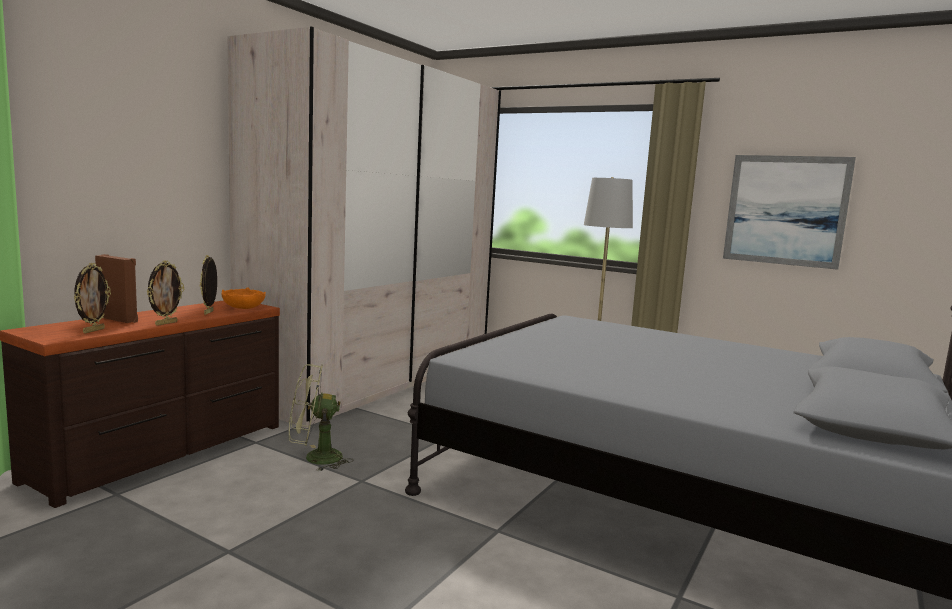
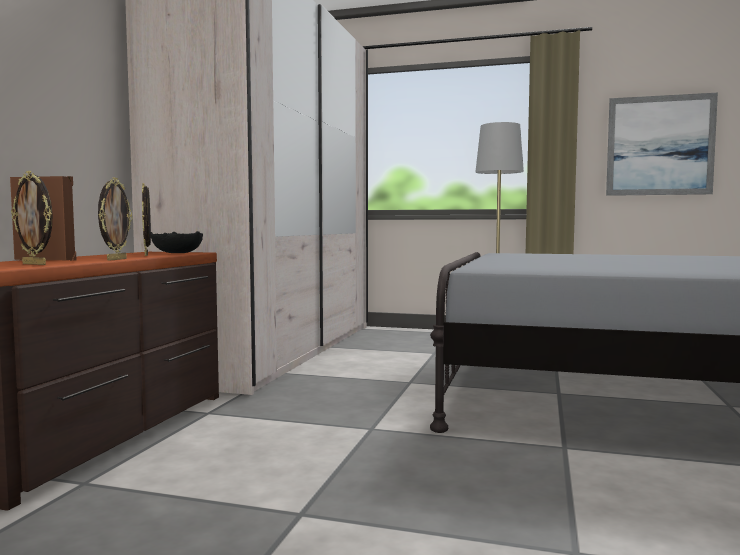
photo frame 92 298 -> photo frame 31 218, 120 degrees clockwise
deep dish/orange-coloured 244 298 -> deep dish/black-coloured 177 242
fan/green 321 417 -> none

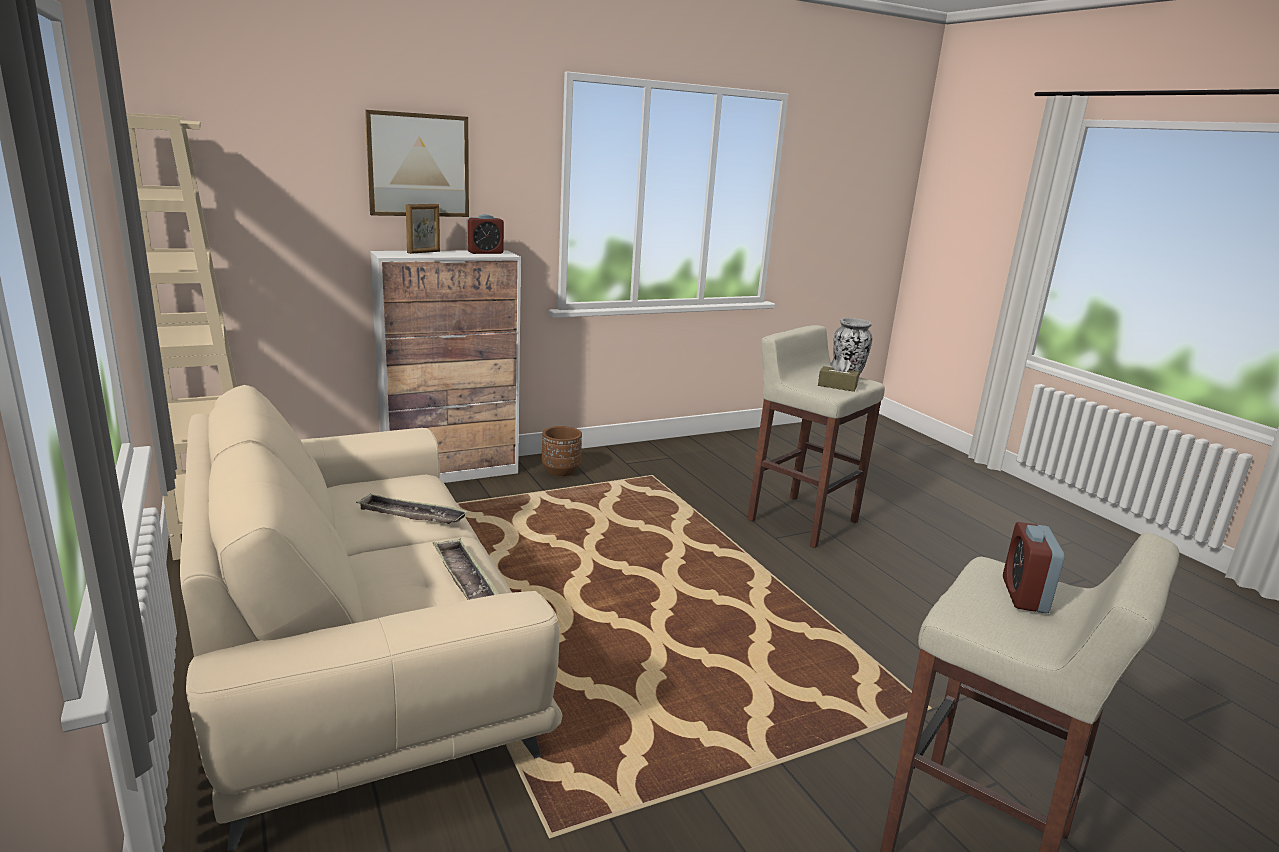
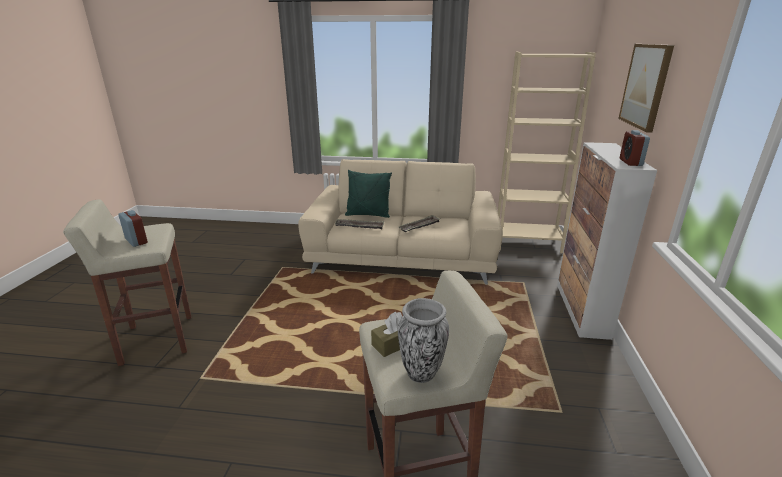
photo frame 423 229 -> none
planter/brown 562 451 -> none
none -> pillow/green 368 194

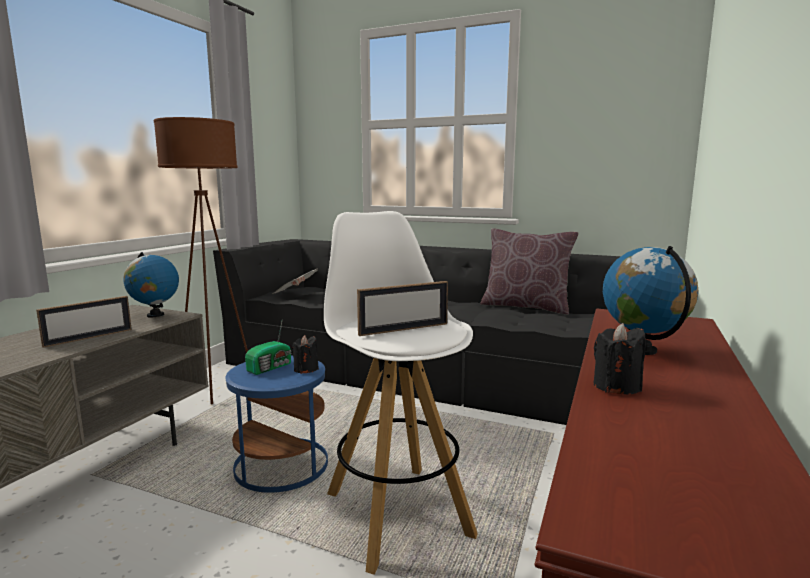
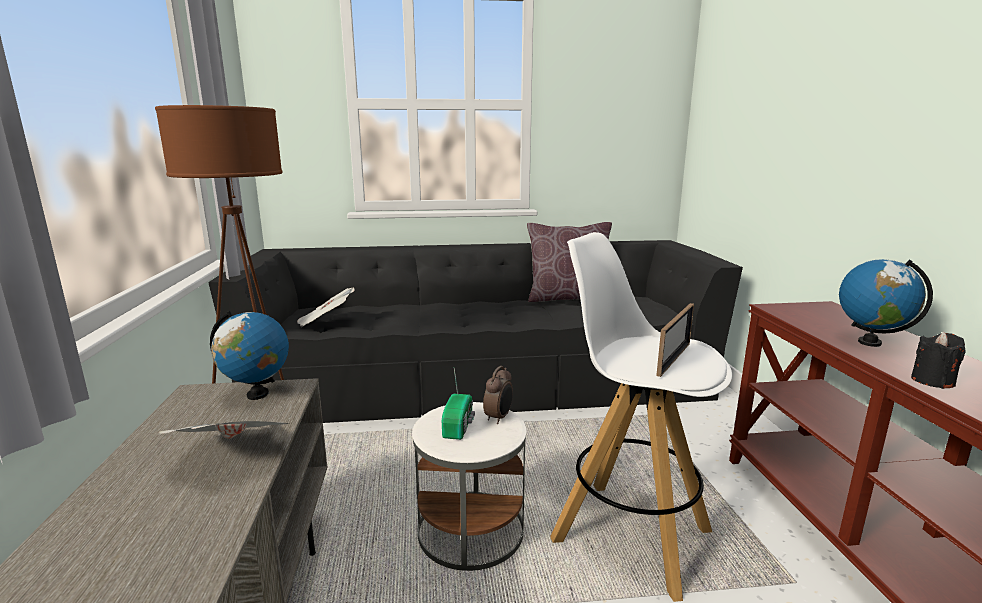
photo frame 84 322 -> printed paper 223 430
candle/black-coloured 305 354 -> table clock 498 395
side table/bluish 276 424 -> side table/white-coloured 469 486

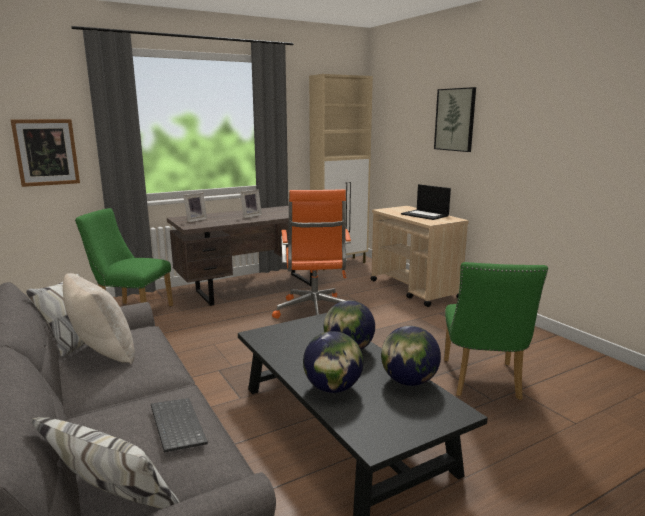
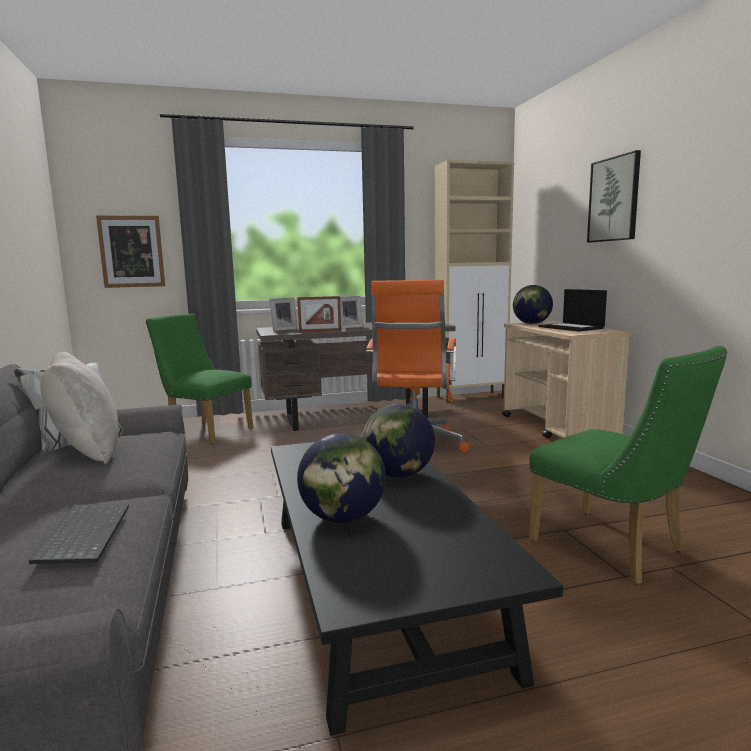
chair/green 496 331 -> chair/green 628 465, 60 degrees counterclockwise
desk globe 411 356 -> desk globe 533 304, relocated
none -> photo frame 319 314

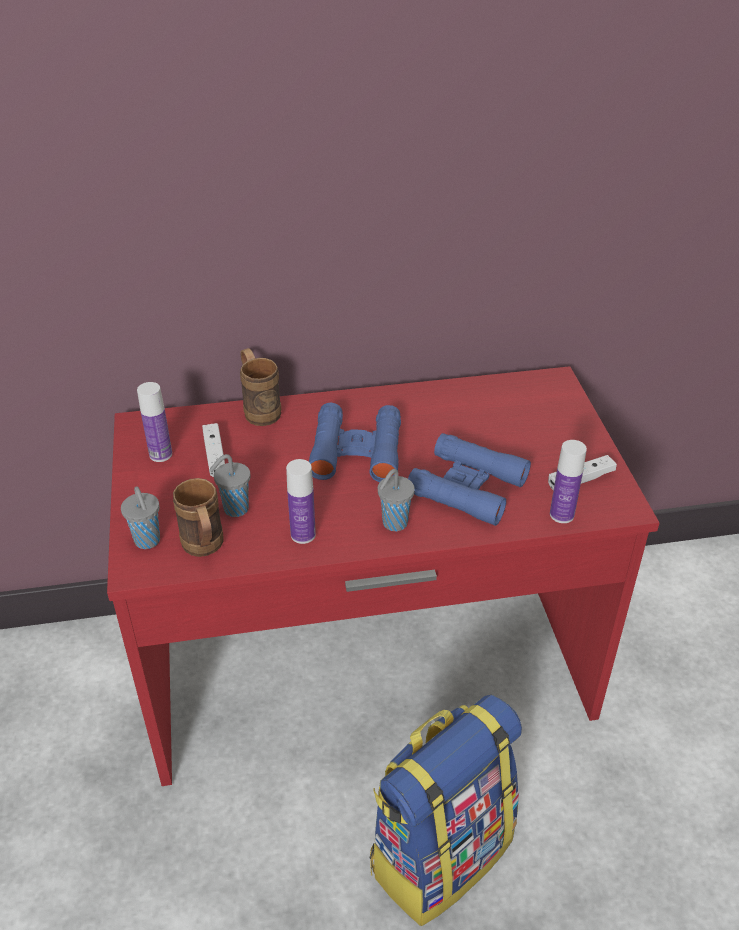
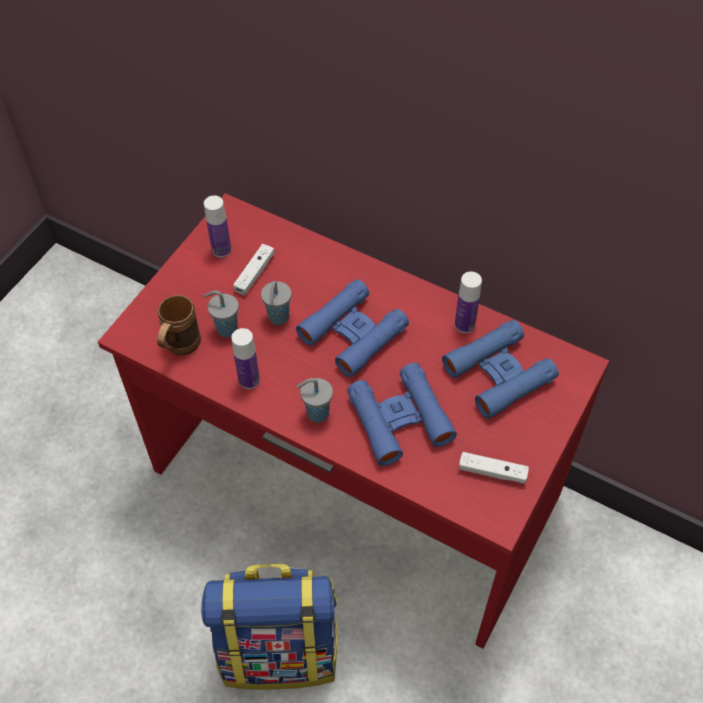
mug/brown 260 387 -> none
beverage bottle 568 481 -> beverage bottle 468 302, relocated
drinking cup/gray 140 517 -> drinking cup/gray 276 303, relocated
none -> pair of binoculars/bluish 500 369

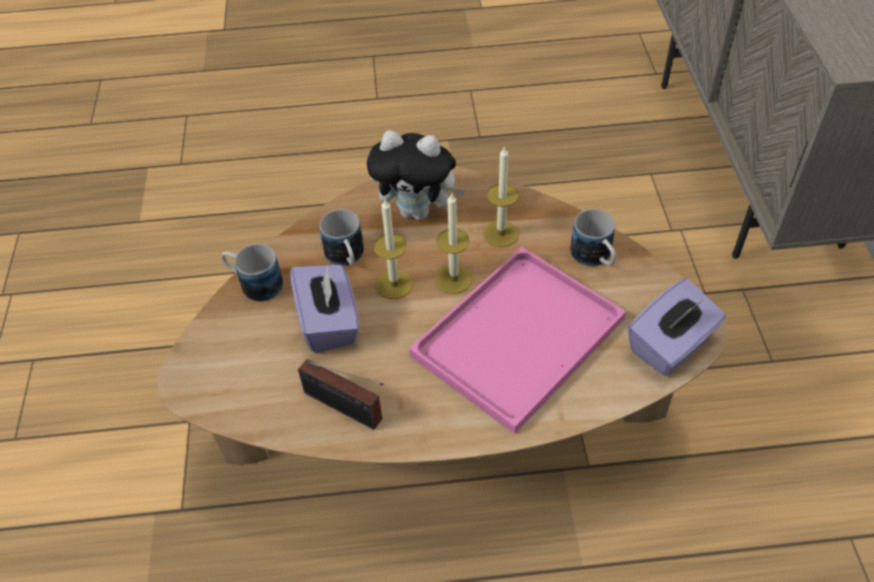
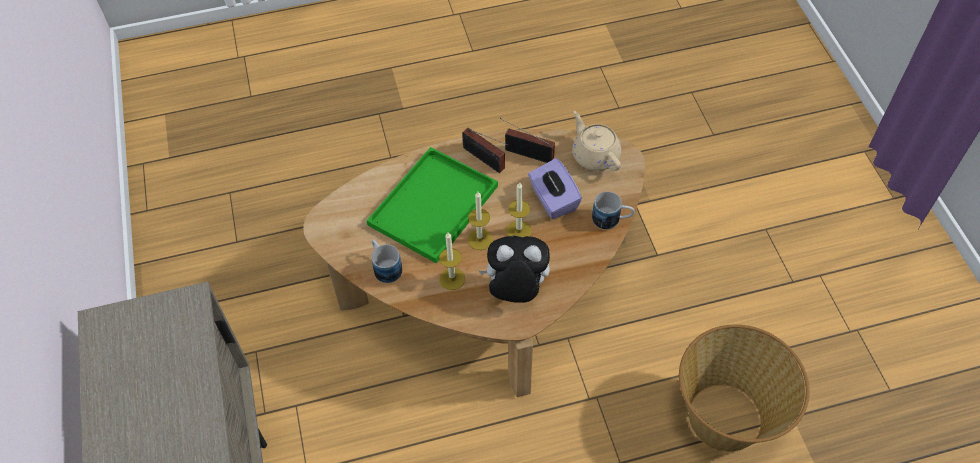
mug 342 237 -> none
carrying tray/pink 517 340 -> carrying tray/green 432 205
box of tissues/purplish 677 327 -> none
none -> tea pot/sand-coloured 596 141
none -> radio 485 150
none -> basket 744 388

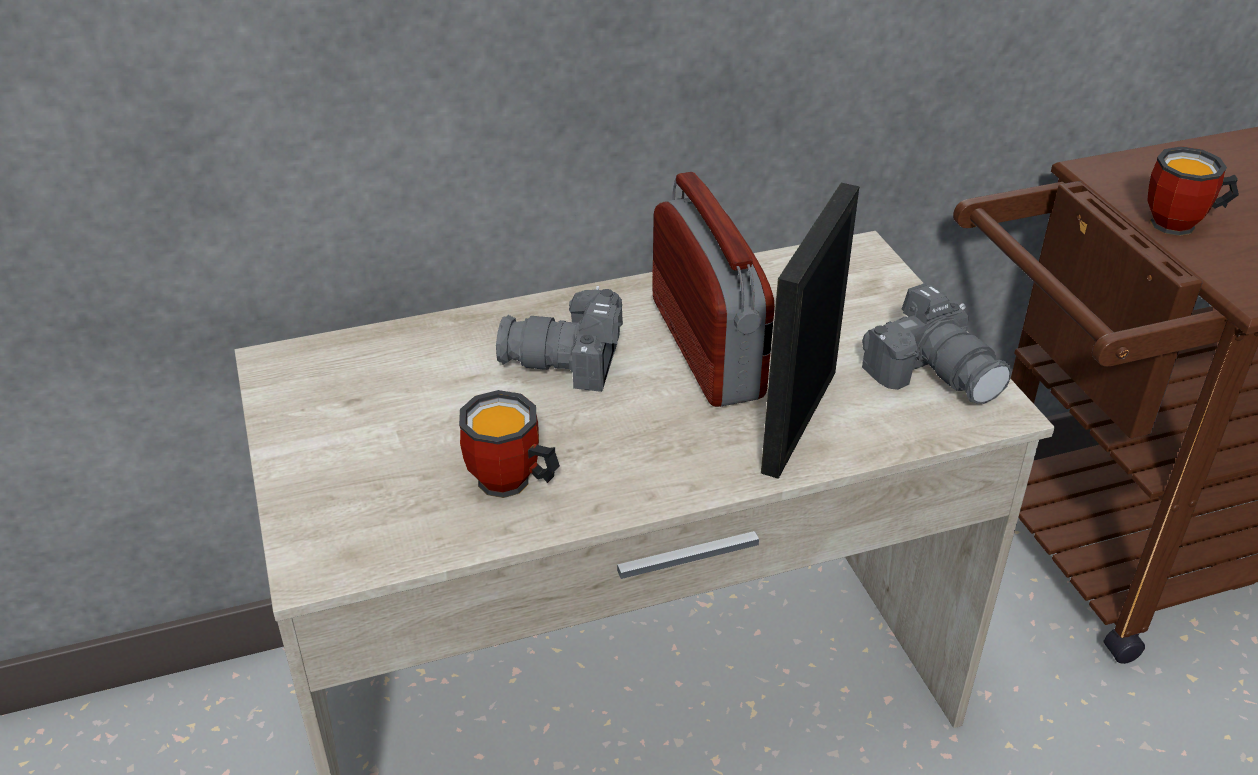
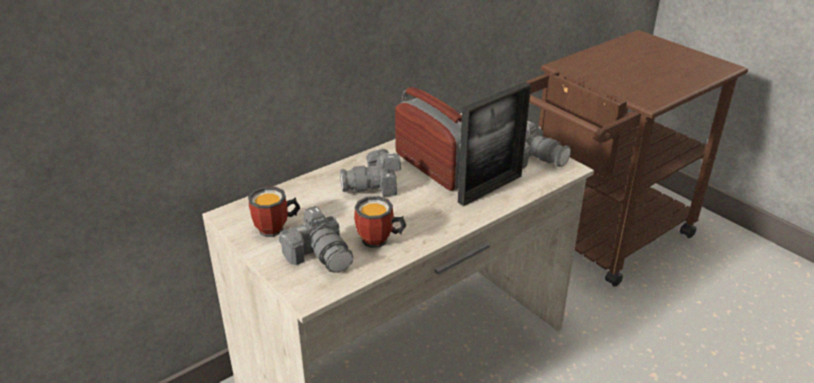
mug 1193 191 -> mug 274 212, relocated
photo frame 810 331 -> photo frame 494 144, 135 degrees counterclockwise
none -> still camera 315 239

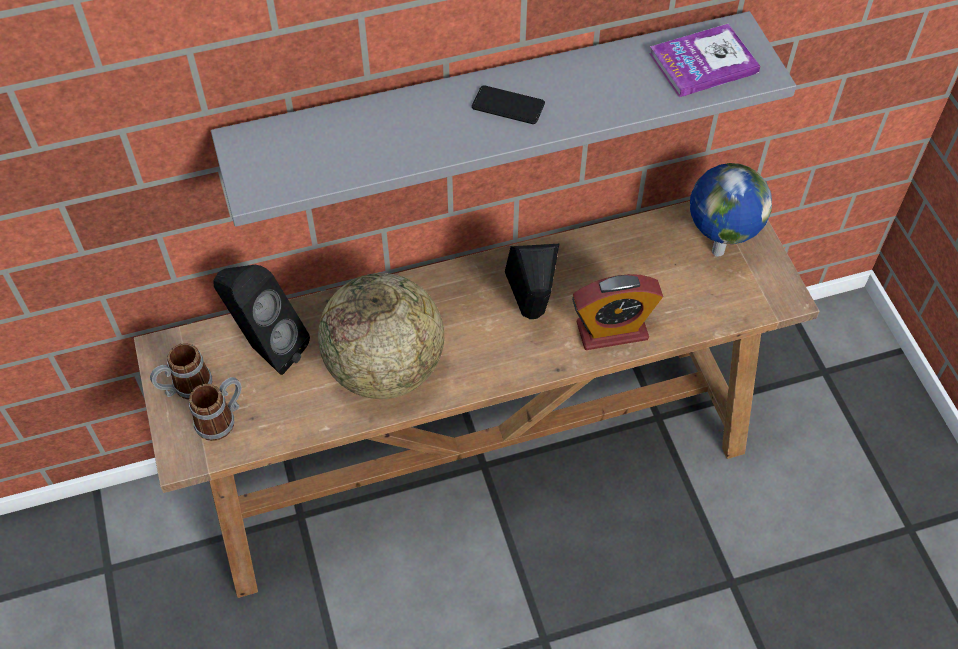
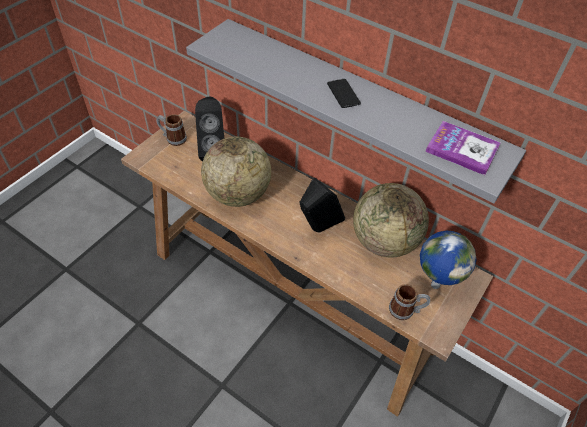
table clock 617 312 -> none
mug 215 409 -> mug 409 302, relocated
none -> desk globe 391 220

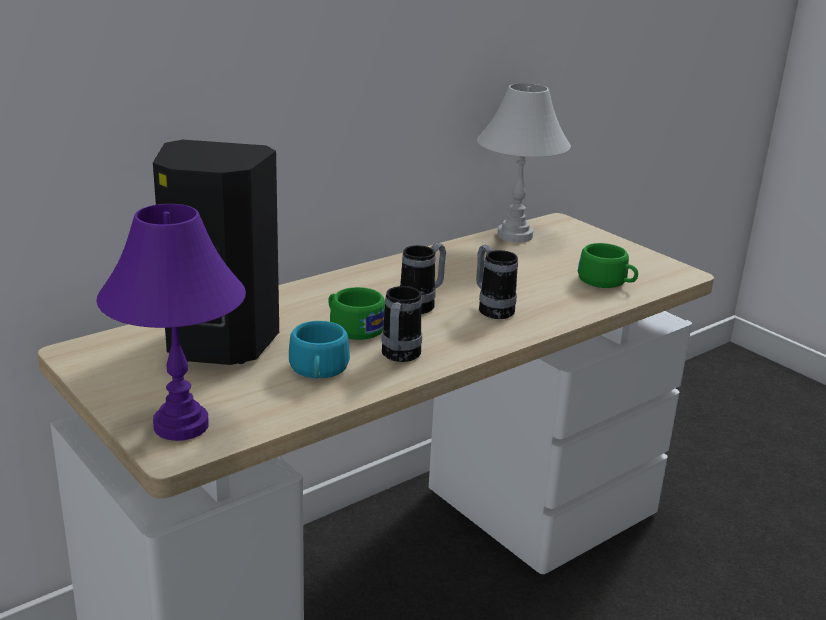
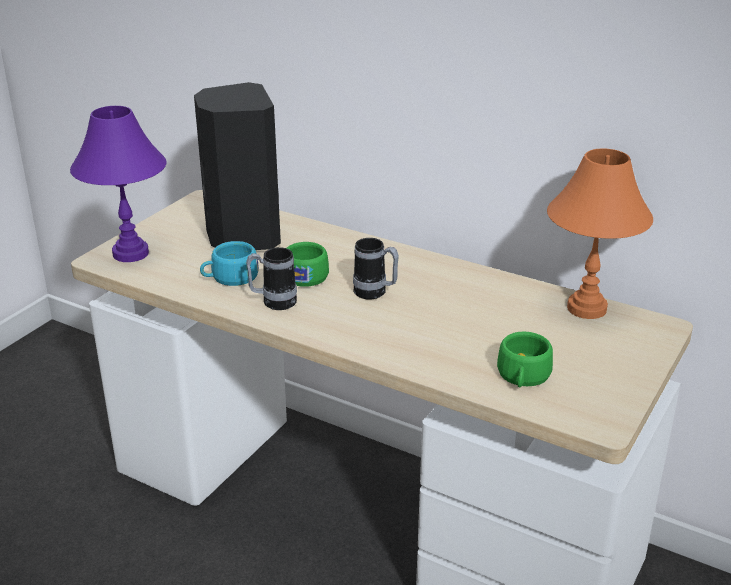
tabletop lamp/white-coloured 524 162 -> tabletop lamp/orange-coloured 600 234
mug 497 282 -> none

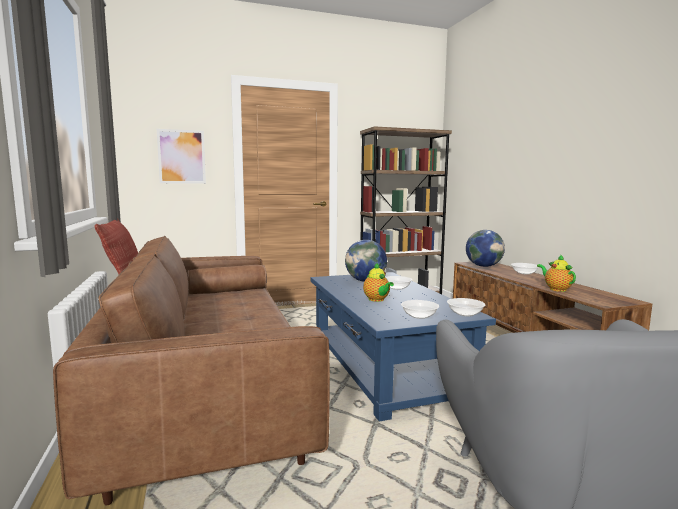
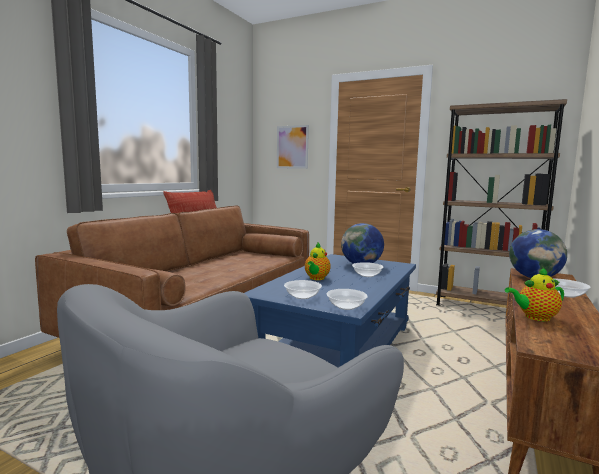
tea pot 556 273 -> tea pot 534 294, 120 degrees counterclockwise

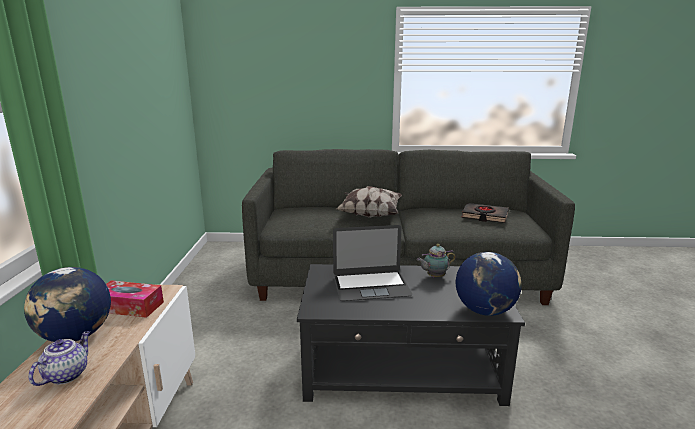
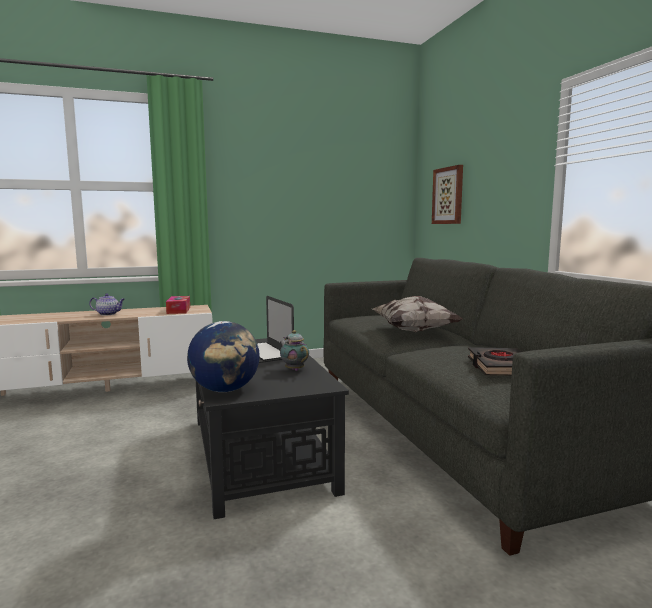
desk globe 67 304 -> none
none -> wall picture 447 194

